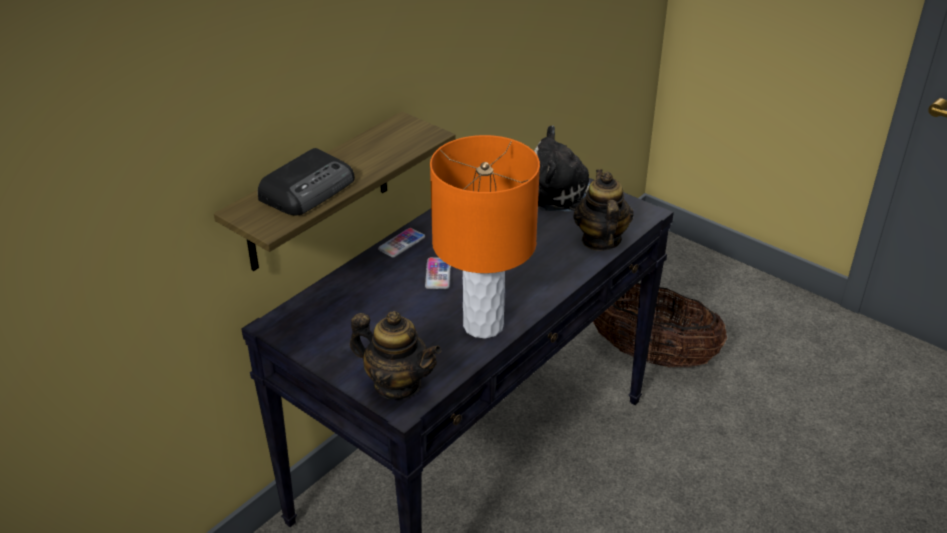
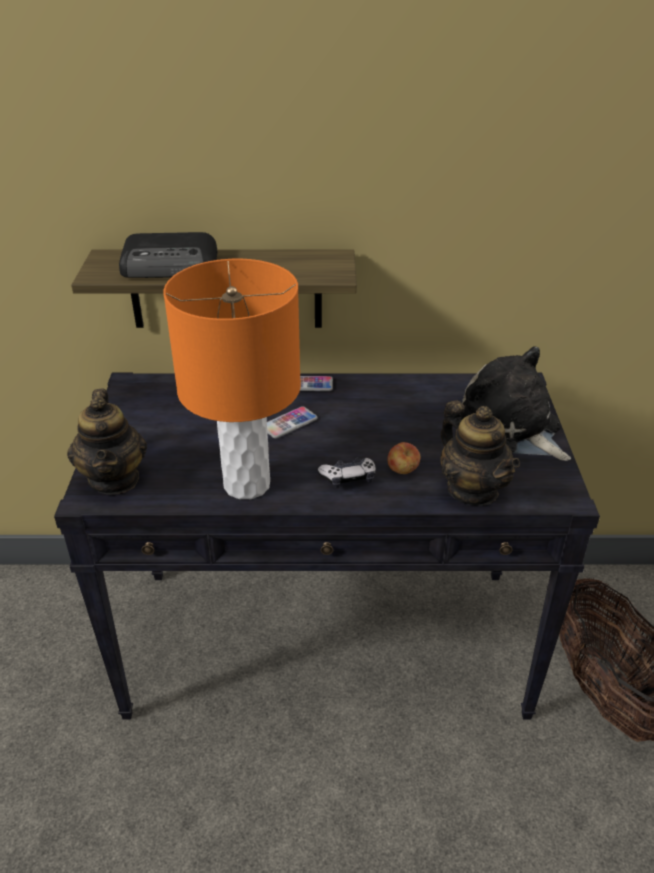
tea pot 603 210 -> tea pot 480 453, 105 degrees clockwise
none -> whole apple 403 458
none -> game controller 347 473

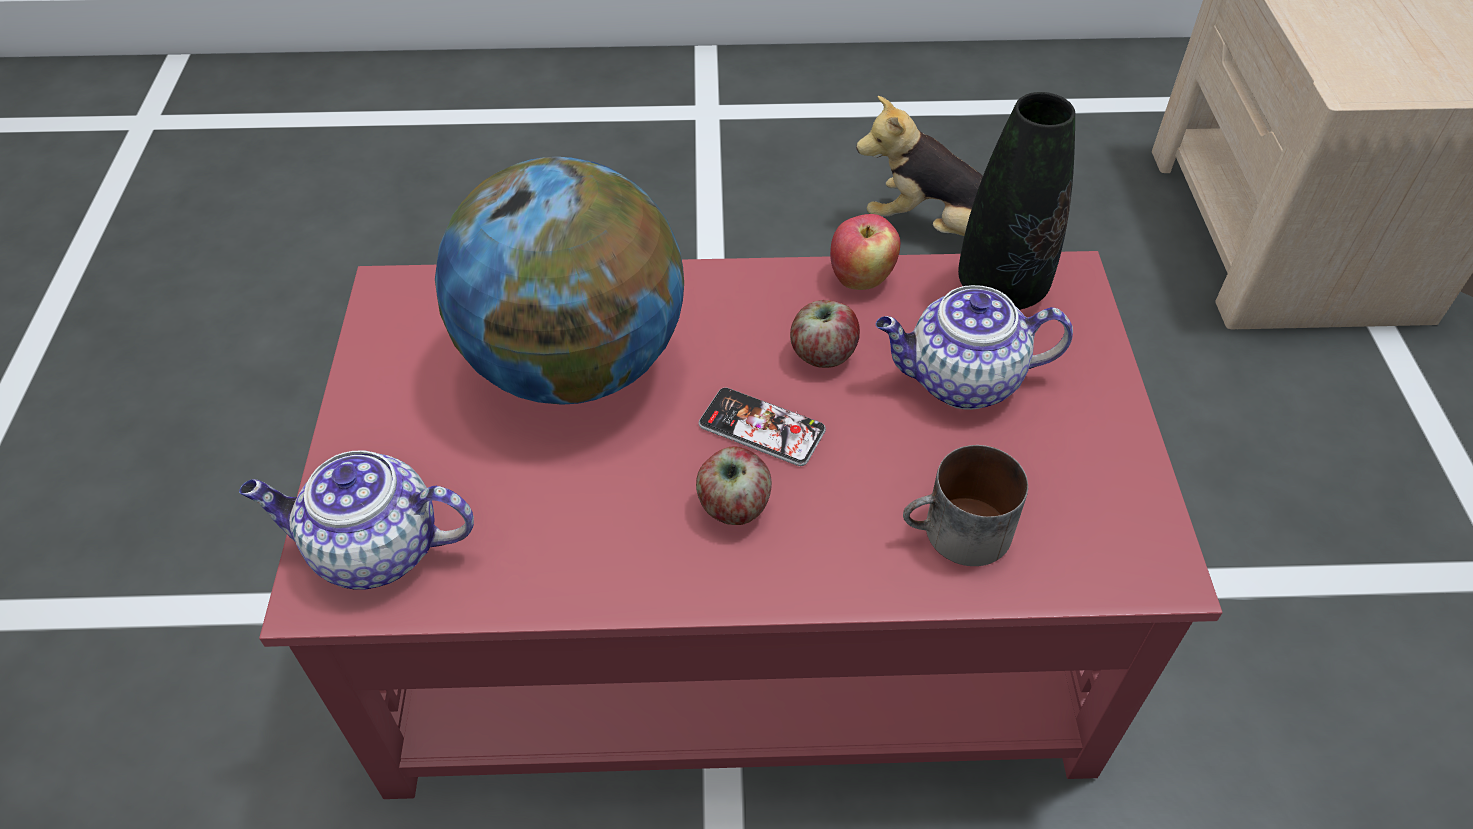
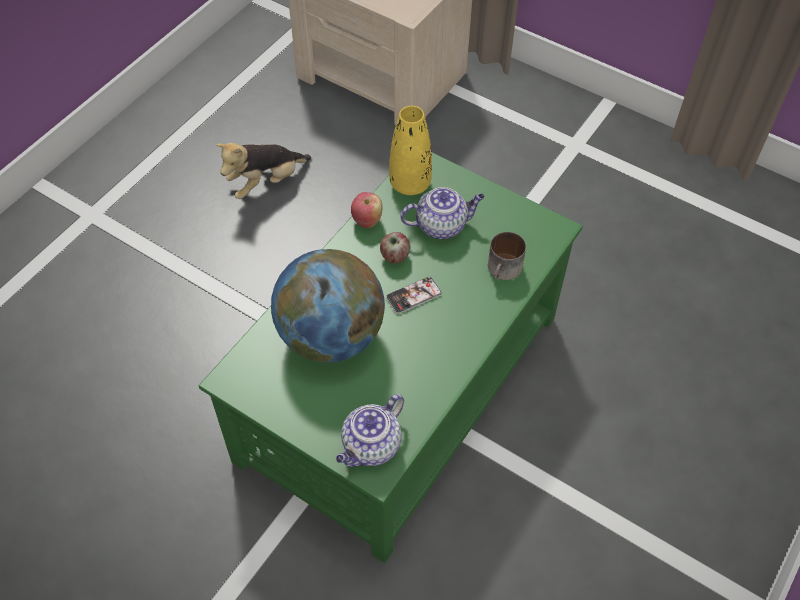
flower vase/black-coloured 1016 201 -> flower vase/yellow 410 150
coffee table/red 740 525 -> coffee table/green 390 357
tea pot 974 347 -> tea pot 442 213, 135 degrees counterclockwise
whole apple 734 485 -> none

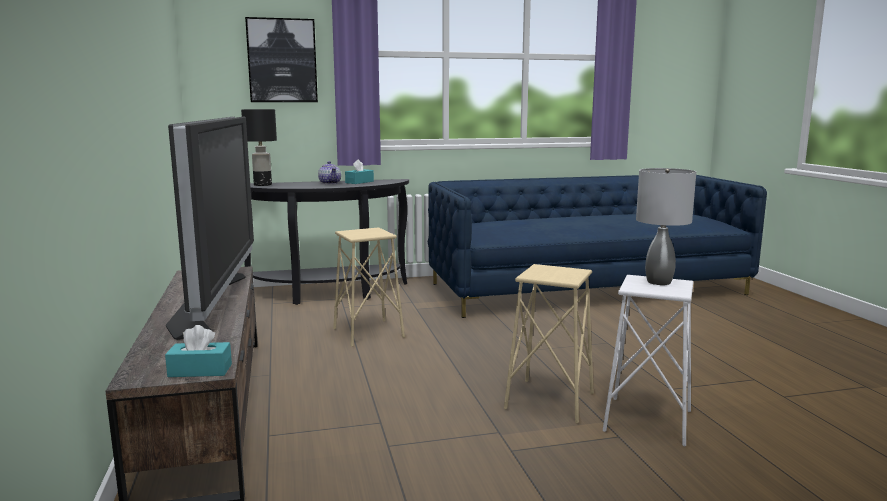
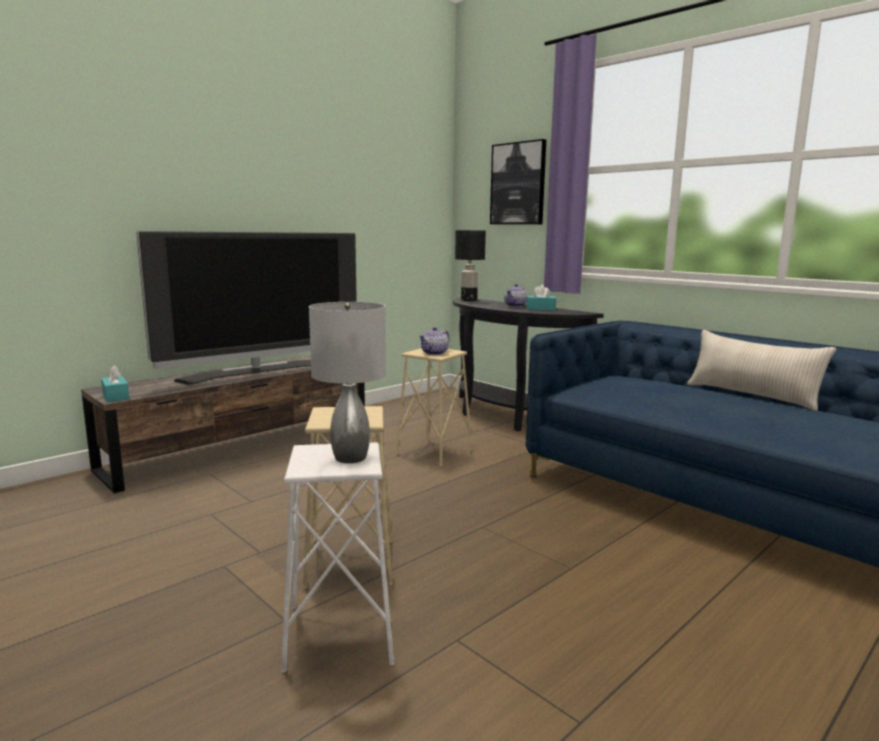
none -> tea pot 434 341
none -> pillow/sand-coloured 761 370

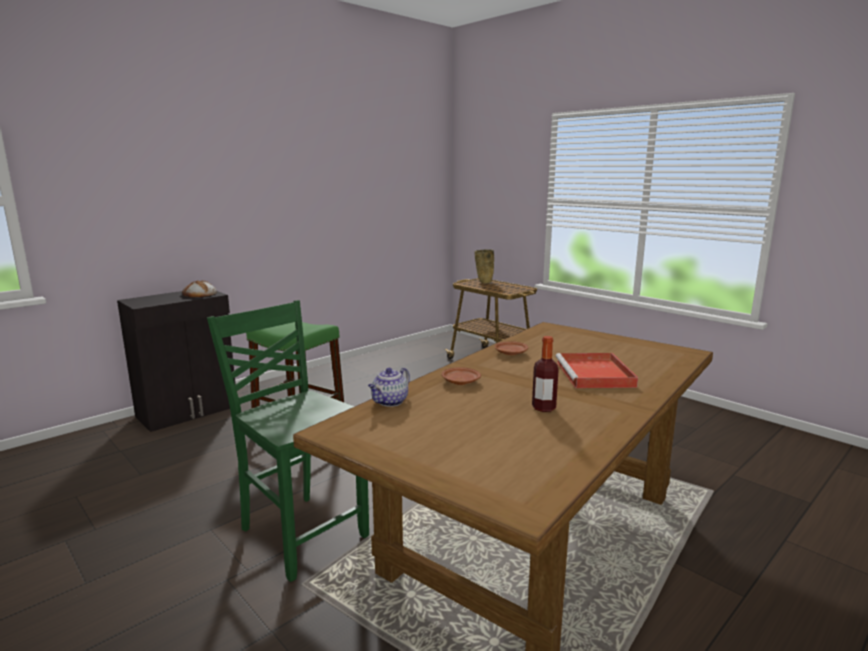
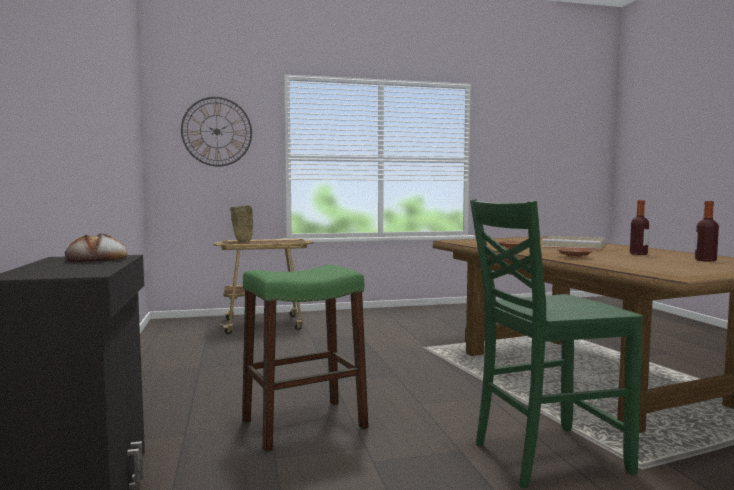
carrying tray/red 597 370 -> carrying tray/sand-coloured 573 242
tea pot 389 387 -> none
none -> hanging clock 216 132
none -> beverage bottle 707 231

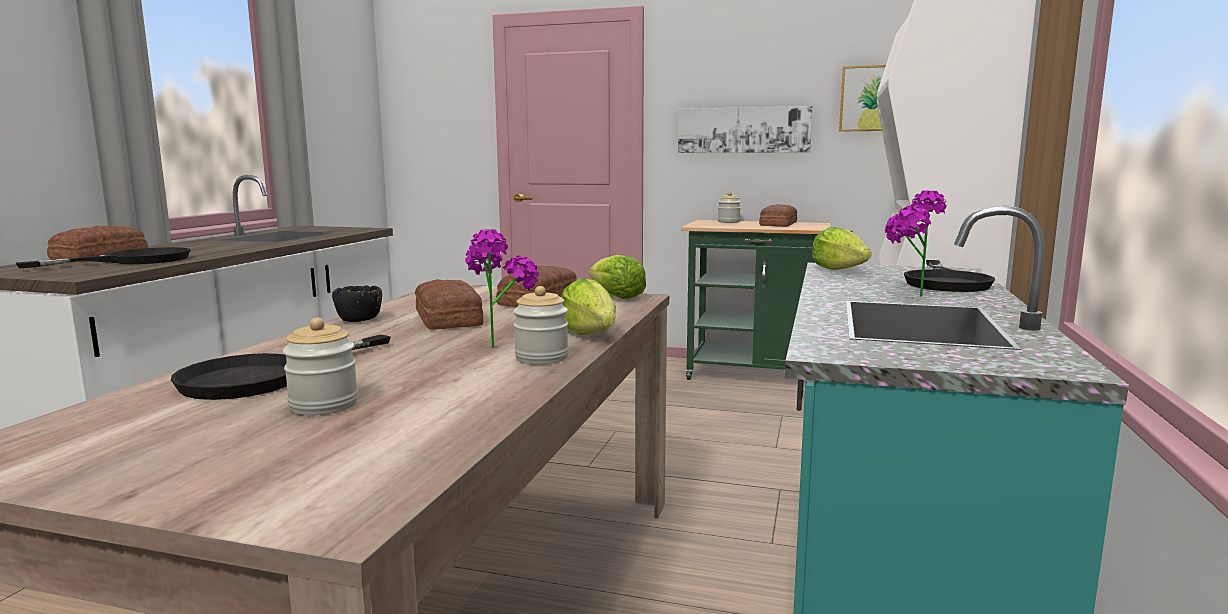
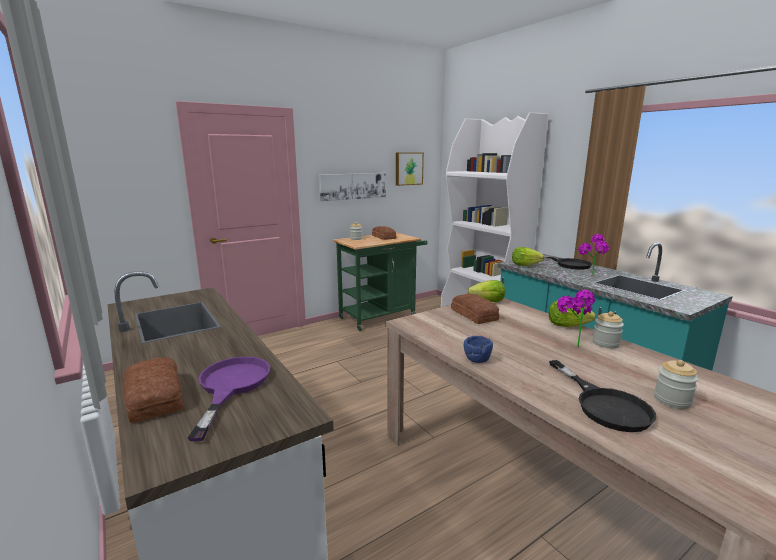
skillet/black-coloured 103 258 -> skillet/purplish 228 399
bakery bread 449 304 -> none
deep dish/black-coloured 357 303 -> deep dish/bluish 478 349

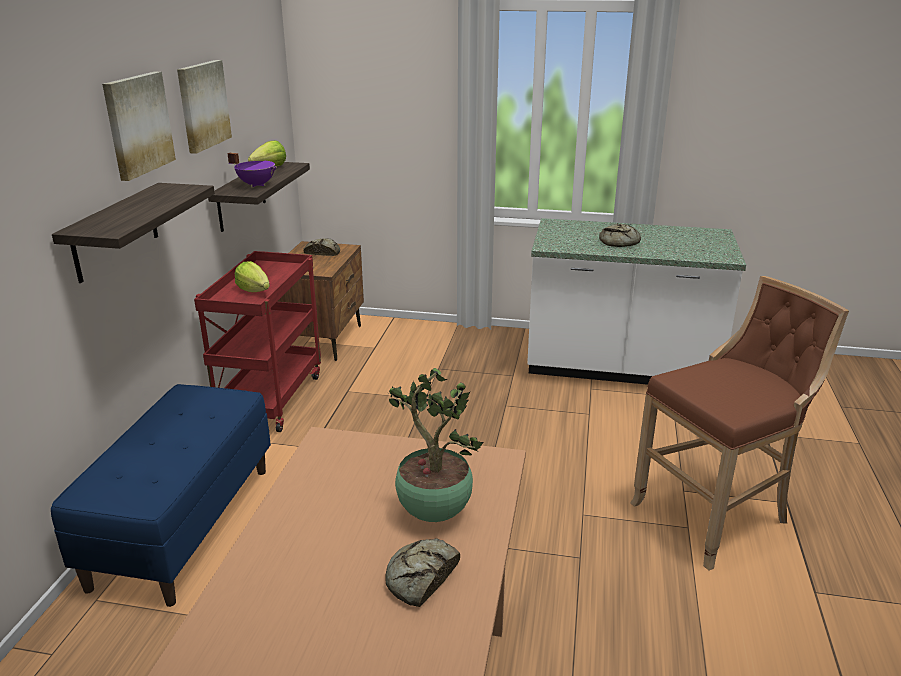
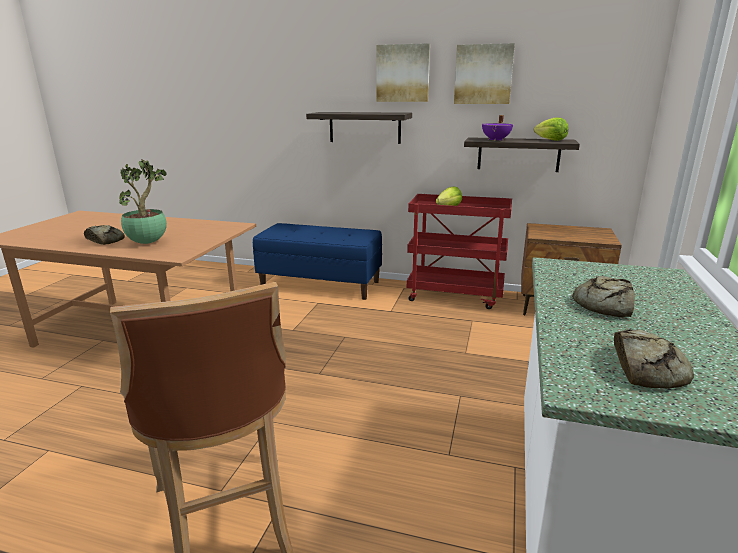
bakery bread 321 247 -> bakery bread 654 359, relocated

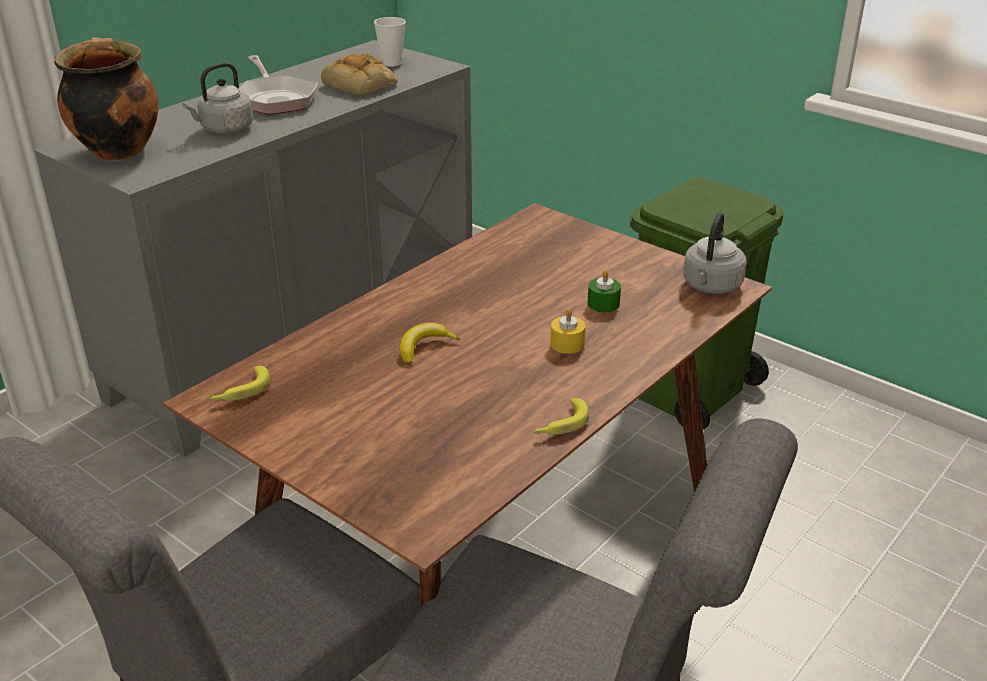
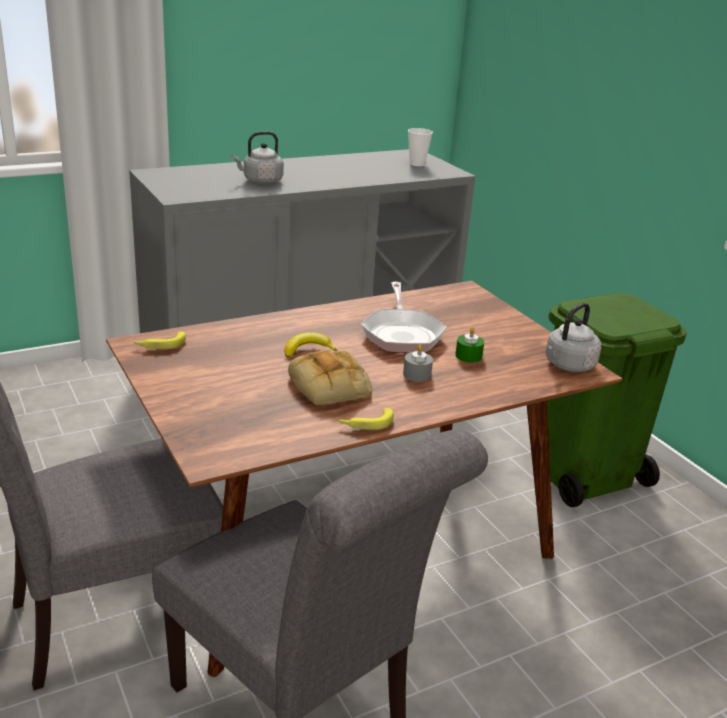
saucepot 106 99 -> none
bakery bread 359 74 -> bakery bread 330 378, relocated
skillet 278 84 -> skillet 404 317, relocated
candle/yellow 568 331 -> candle/gray 418 363

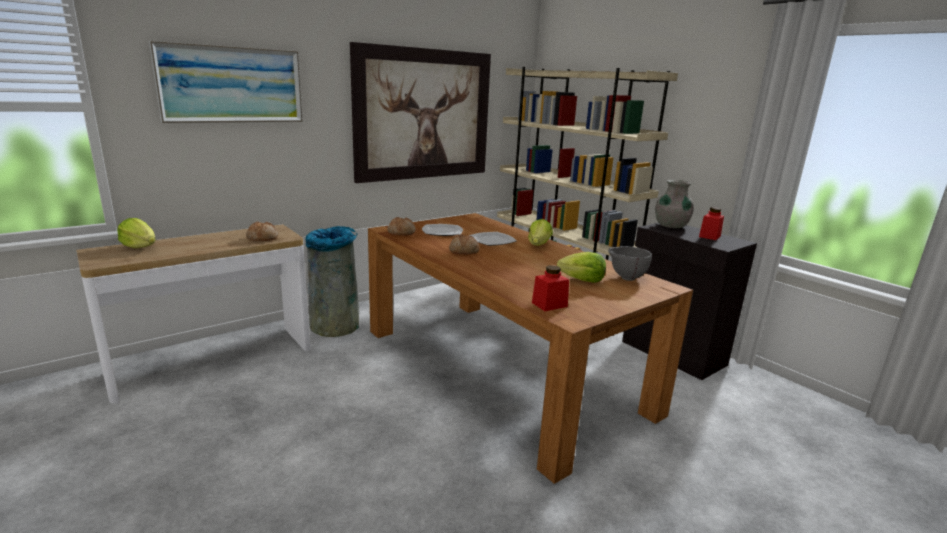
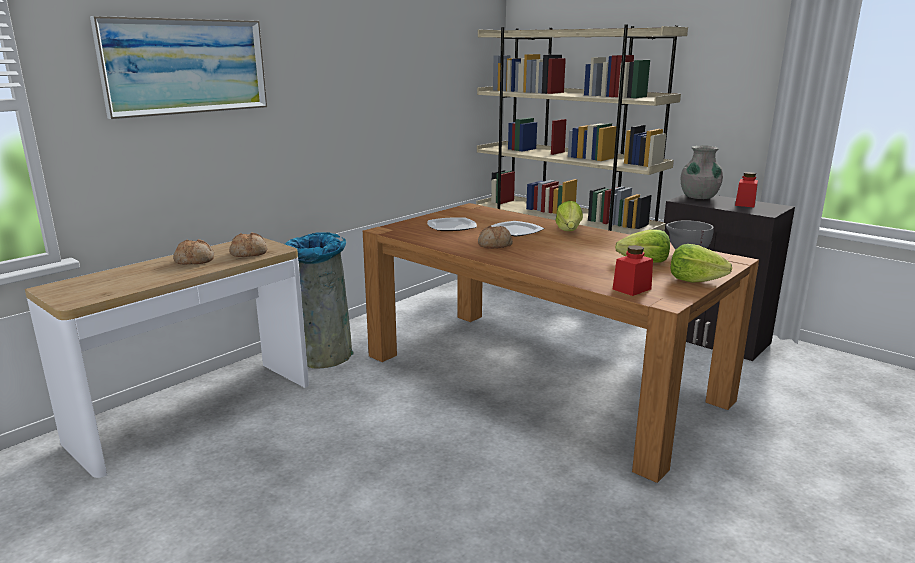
wall picture 420 112 -> none
bakery bread 401 226 -> bakery bread 193 251, relocated
lettuce 136 233 -> lettuce 701 263, relocated

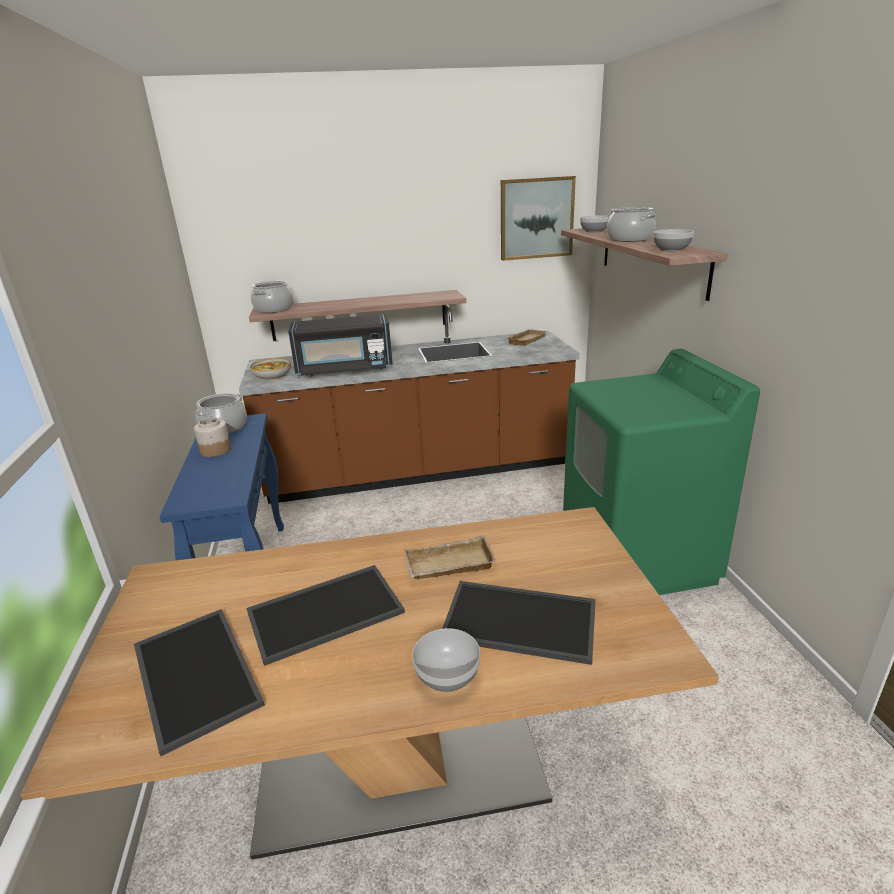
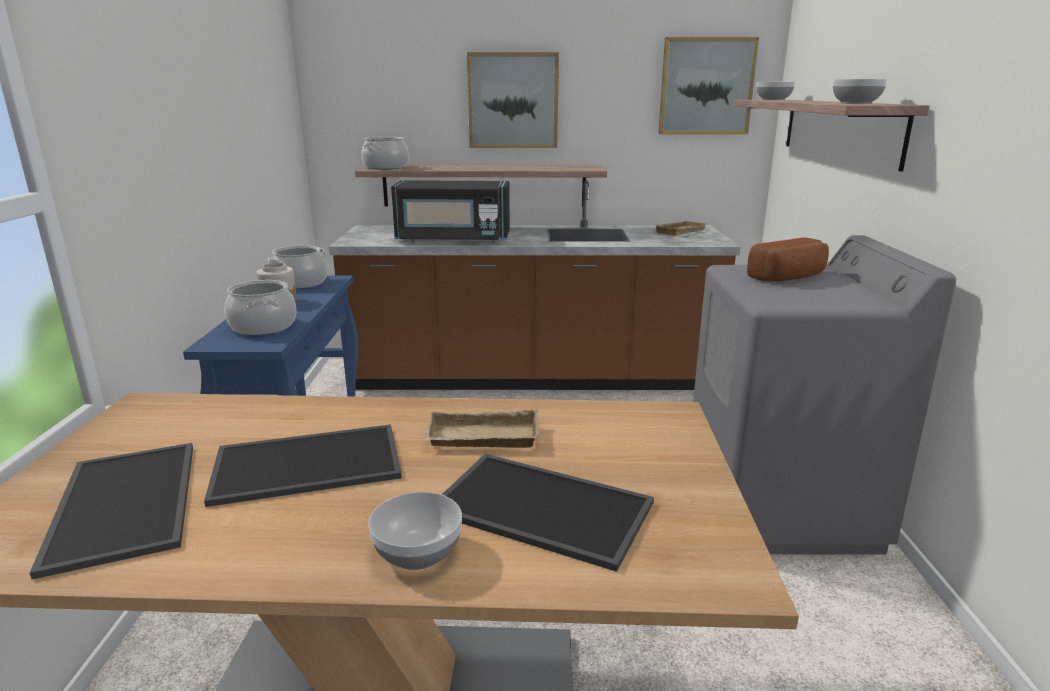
saucepot 631 224 -> saucepot 260 307, relocated
laundry machine/green 661 472 -> laundry machine/gray 824 395
deep dish 270 369 -> none
none -> wall picture 513 100
none -> bakery bread 788 259

